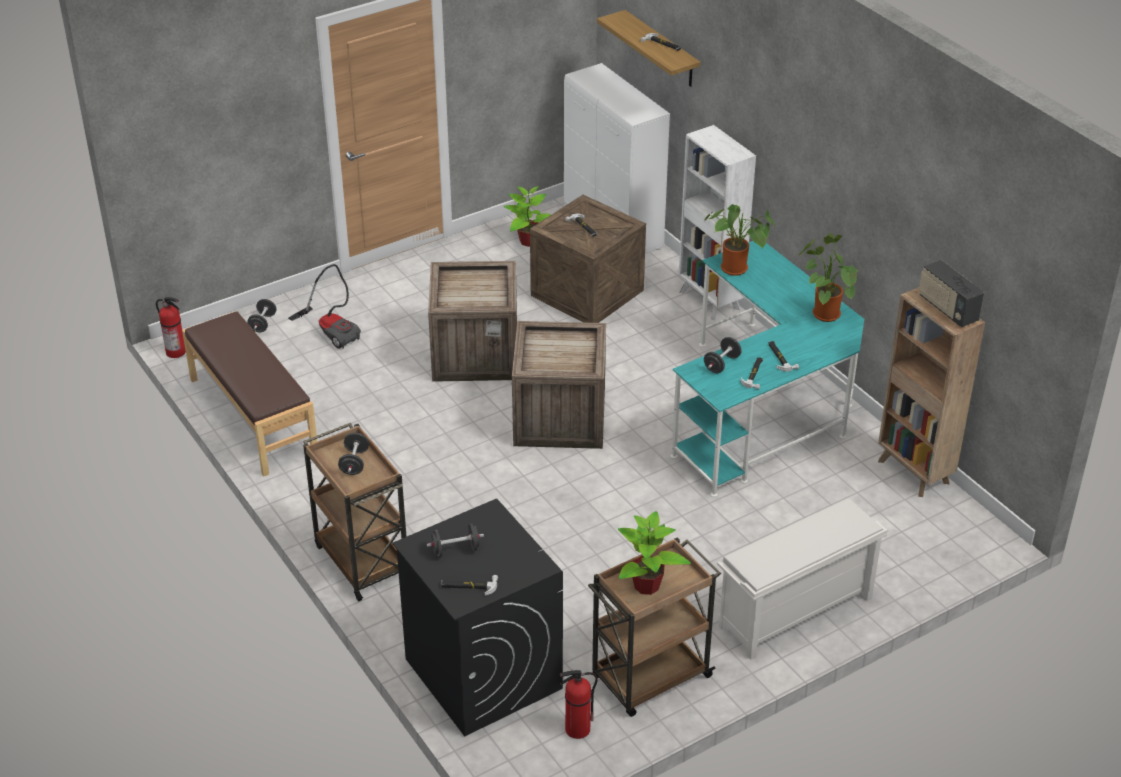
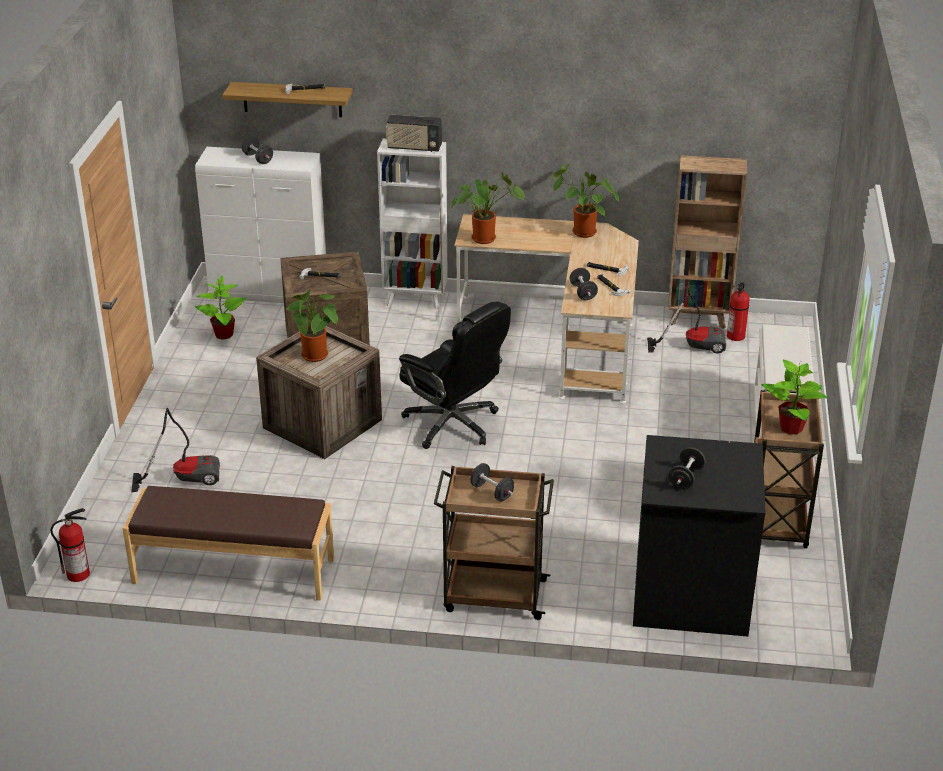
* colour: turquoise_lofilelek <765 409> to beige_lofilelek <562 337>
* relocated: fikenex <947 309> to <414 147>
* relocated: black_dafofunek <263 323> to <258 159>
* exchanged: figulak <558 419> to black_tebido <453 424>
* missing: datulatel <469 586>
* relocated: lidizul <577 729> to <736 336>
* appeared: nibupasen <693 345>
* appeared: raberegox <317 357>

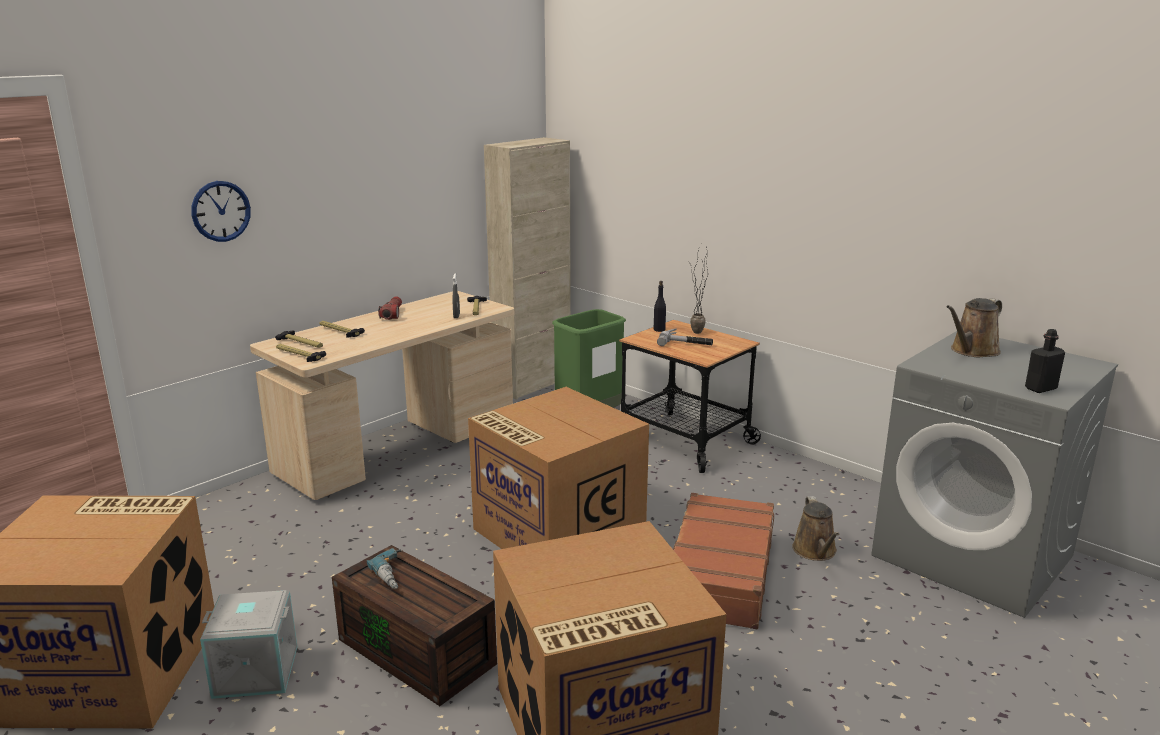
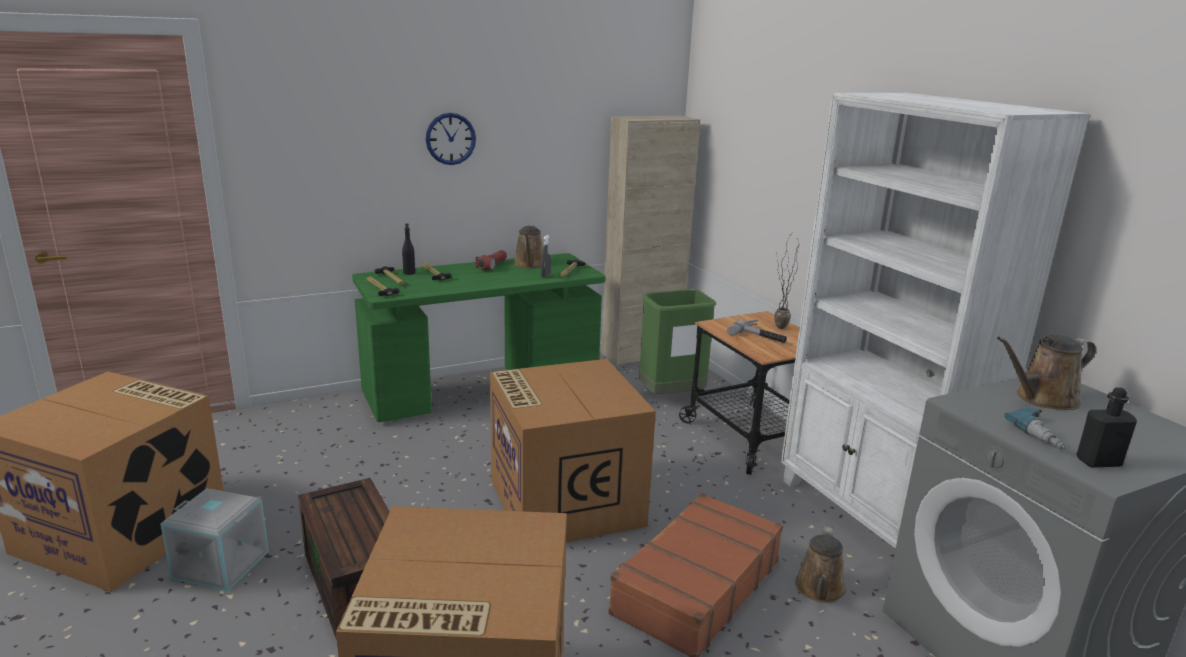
* relocated: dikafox <221 211> to <450 139>
* relocated: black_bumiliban <659 329> to <409 273>
* colour: beige_lofilelek <399 448> to green_lofilelek <482 390>
* relocated: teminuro <395 574> to <1043 435>
* appeared: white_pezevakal <871 517>
* appeared: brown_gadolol <529 264>

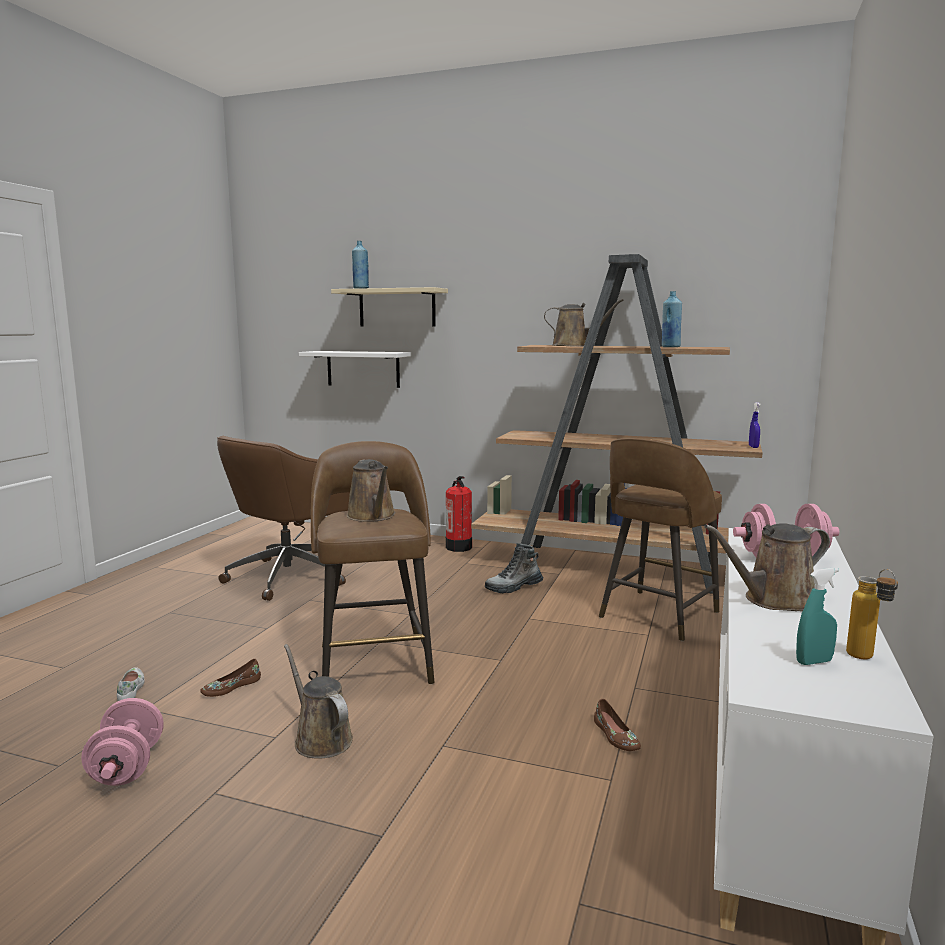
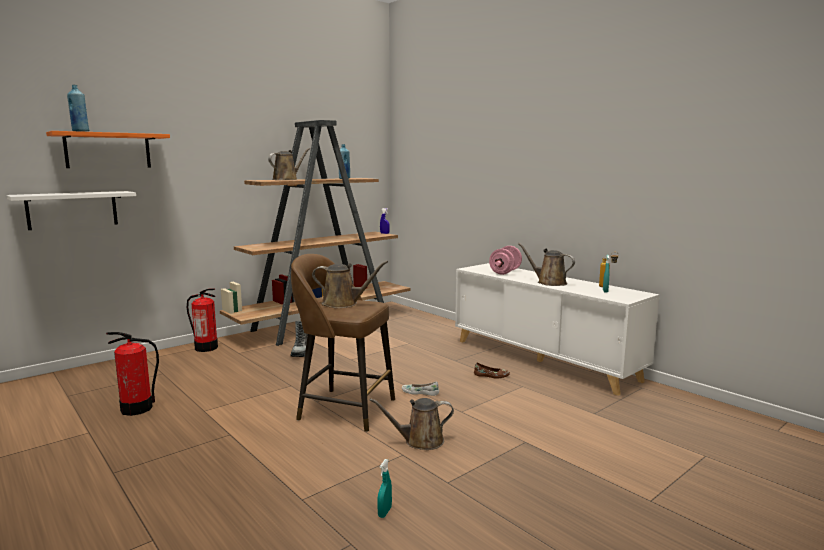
* colour: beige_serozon <397 308> to orange_serozon <108 150>
* exchanged: brown_tebido <291 576> to lidizul <137 409>
* missing: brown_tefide <657 616>
* spun: brown_gadolol <774 600> = <549 282> 120 degrees clockwise
* missing: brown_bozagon <231 687>
* relocated: white_bozagon <131 689> to <420 392>
* exchanged: pink_dafofunek <127 767> to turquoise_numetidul <384 512>

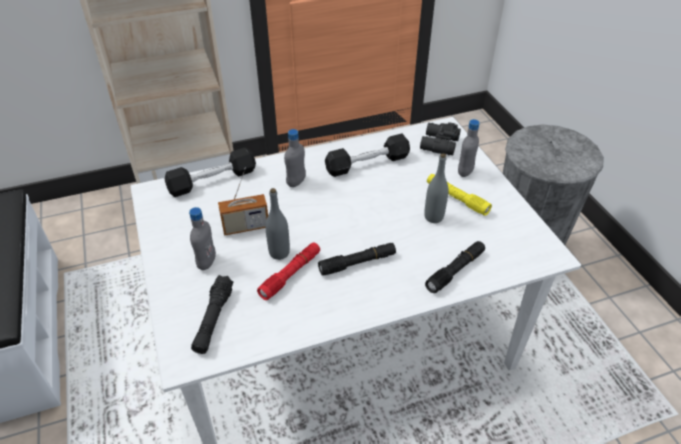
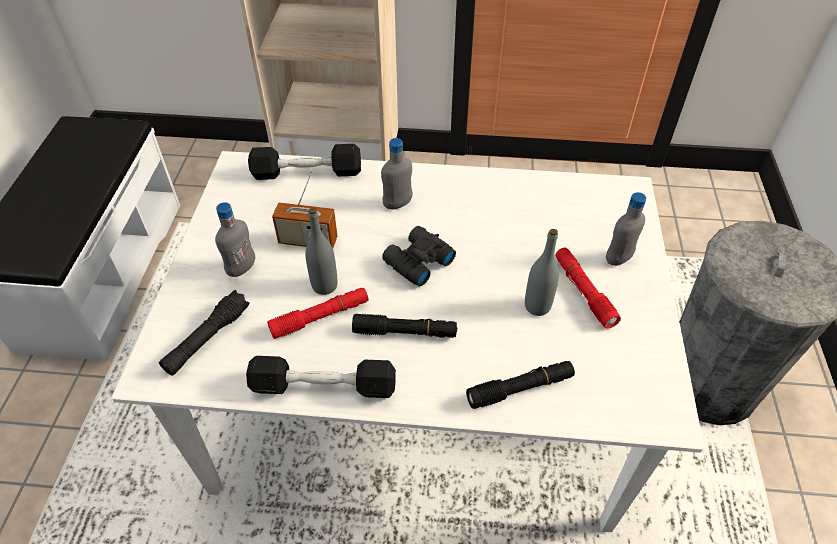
* relocated: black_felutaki <438 144> to <417 262>
* relocated: black_dafofunek <367 163> to <324 387>
* colour: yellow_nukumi <456 198> to red_nukumi <583 291>

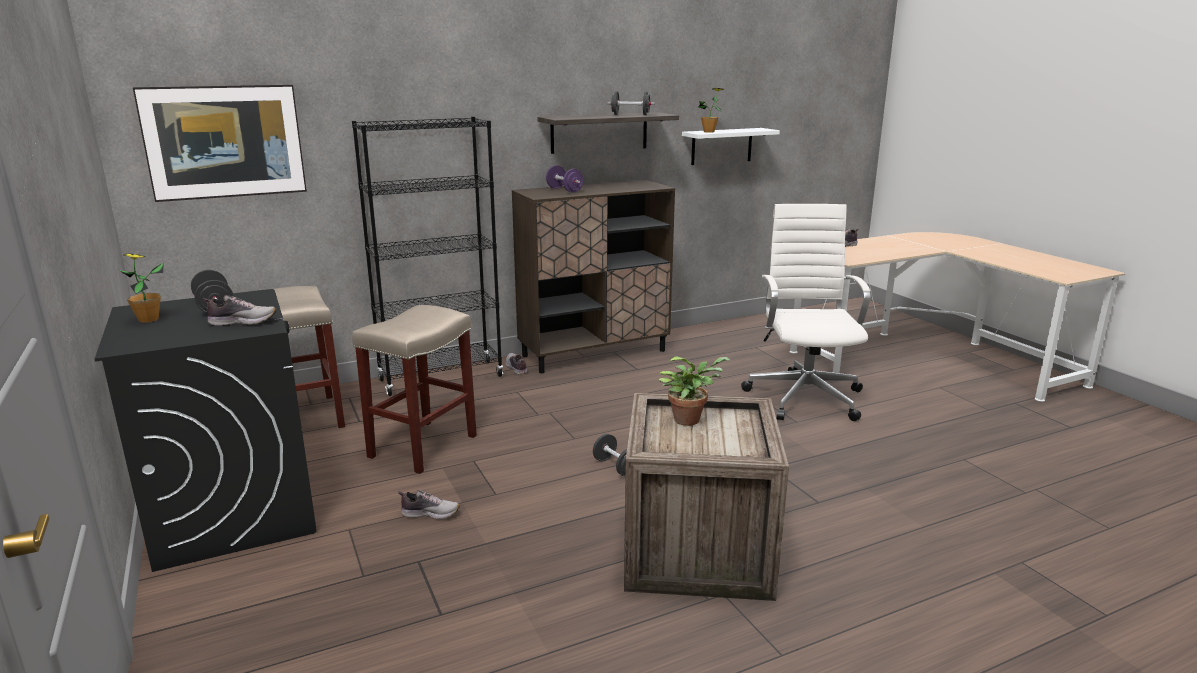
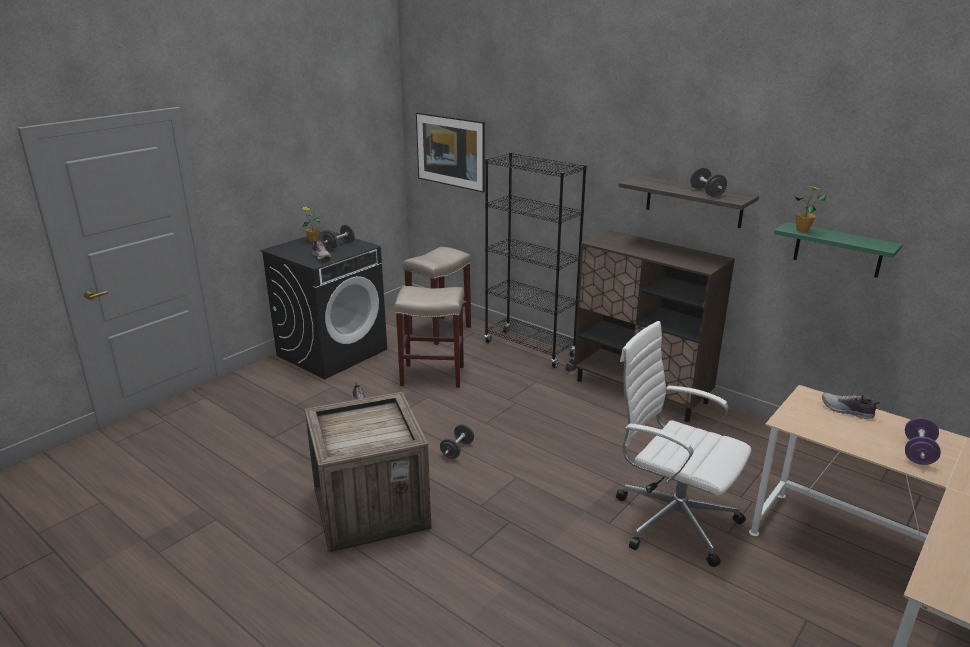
* colour: white_serozon <721 146> to green_serozon <838 250>
* relocated: purple_dafofunek <564 190> to <918 453>
* spun: white_tebido <804 396> = <672 519> 120 degrees counterclockwise
* missing: raberegox <689 419>

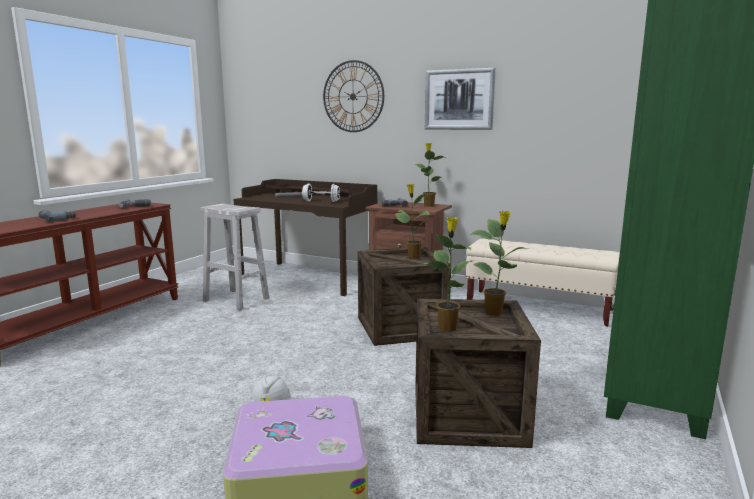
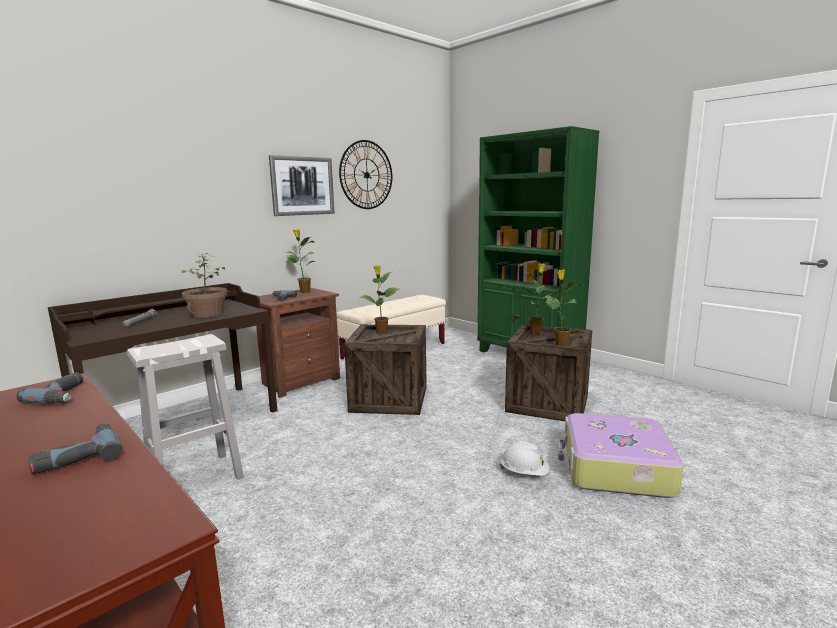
* relocated: dikafox <353 96> to <366 175>
* exchanged: white_dafofunek <321 201> to raberegox <207 314>

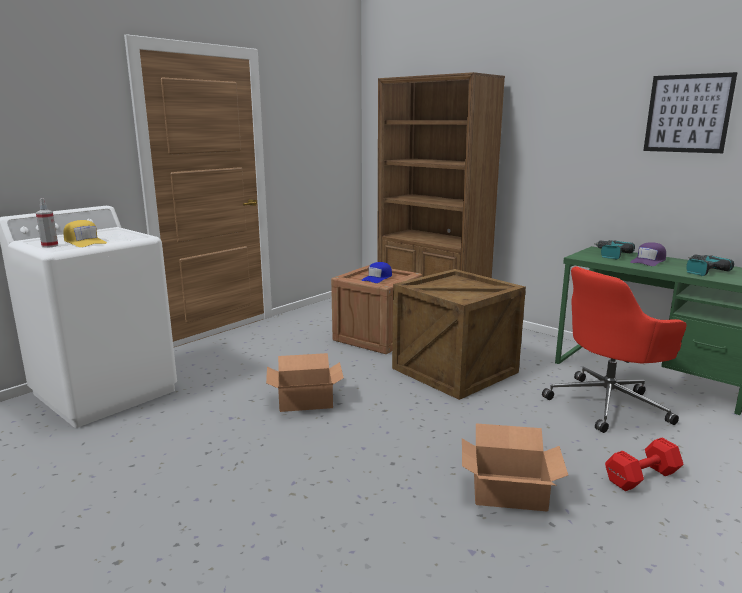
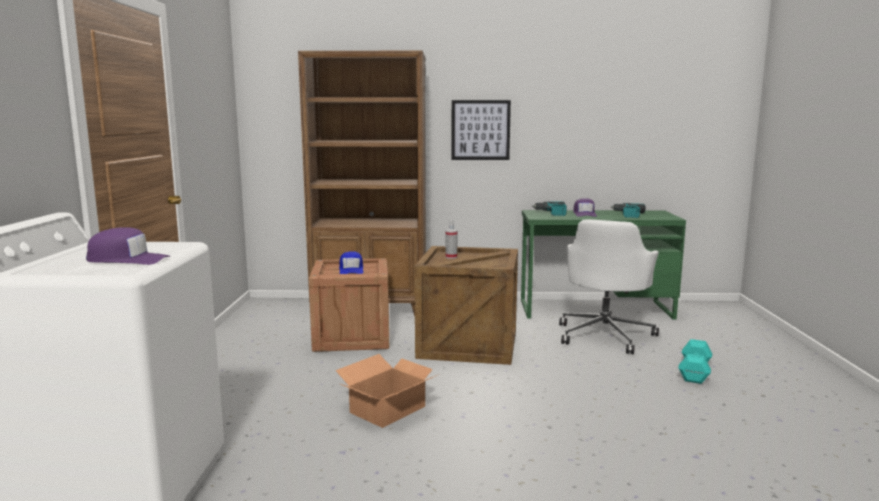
* relocated: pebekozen <687 113> to <480 130>
* relocated: numetidul <50 246> to <451 257>
* colour: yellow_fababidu <84 242> to purple_fababidu <128 260>
* colour: red_tebido <608 404> to white_tebido <605 335>
* missing: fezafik <508 490>
* colour: red_dafofunek <643 477> to turquoise_dafofunek <695 372>

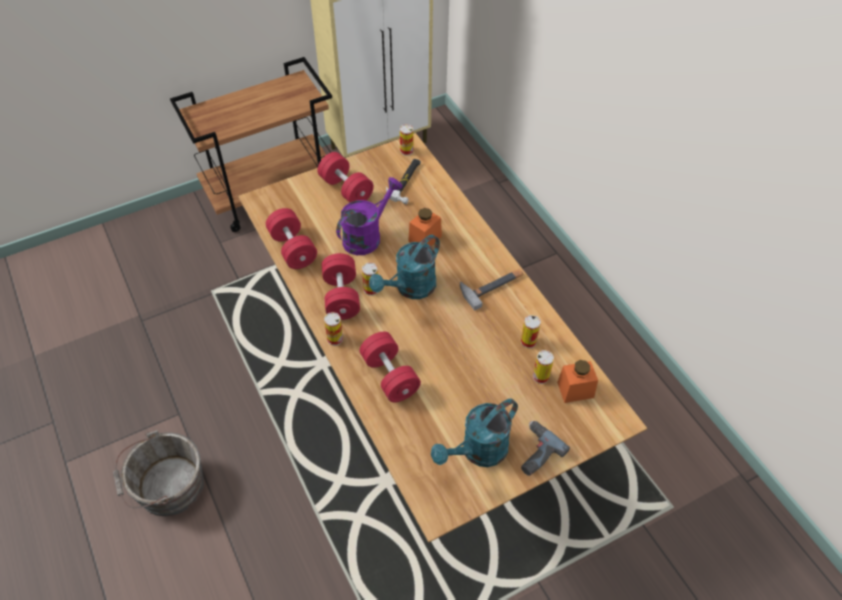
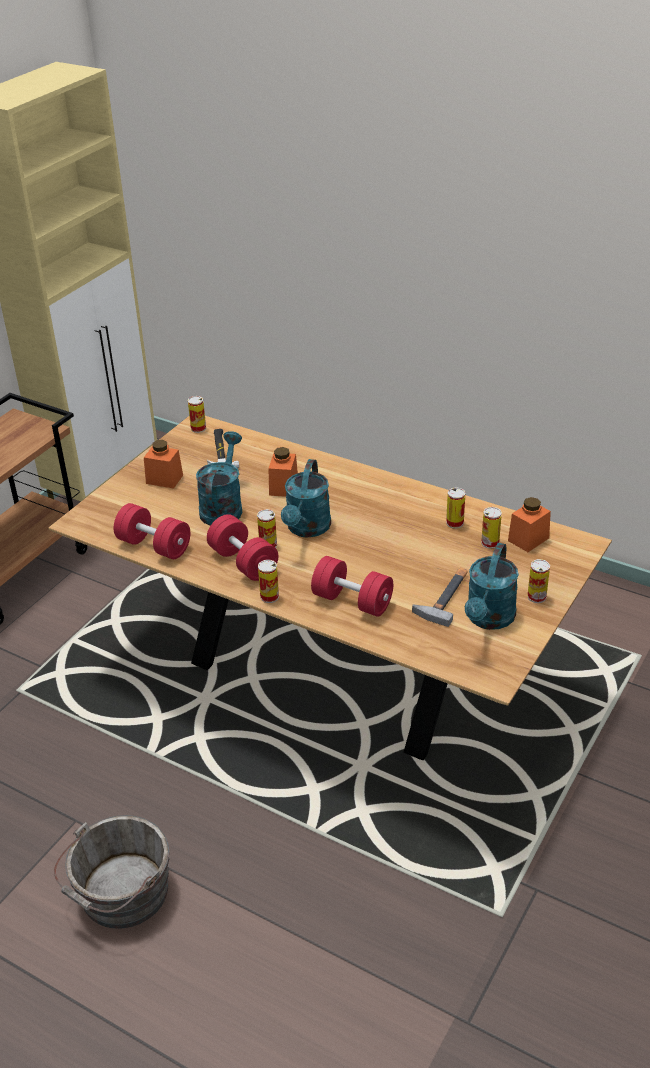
* exchanged: red_dafofunek <346 189> to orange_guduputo <164 479>
* colour: purple_gadolol <367 236> to turquoise_gadolol <223 507>
* relocated: datulatel <492 285> to <445 596>
* exchanged: teminuro <534 451> to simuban <536 597>

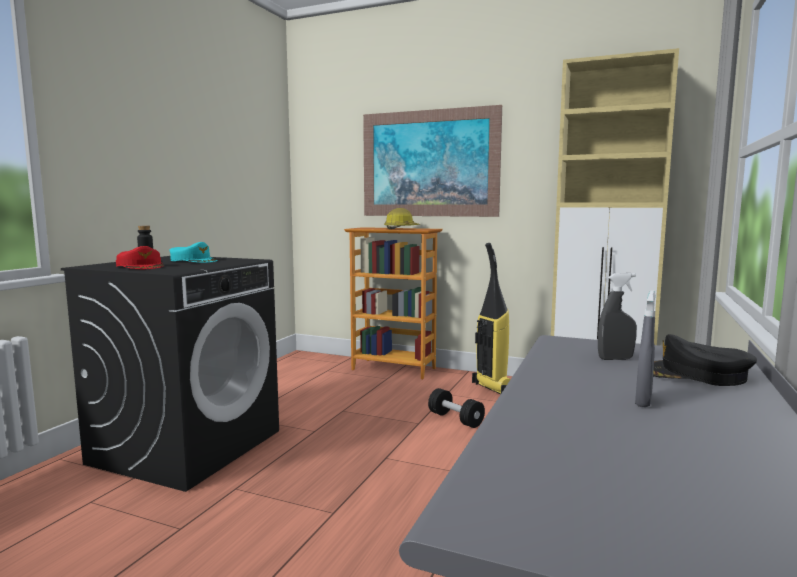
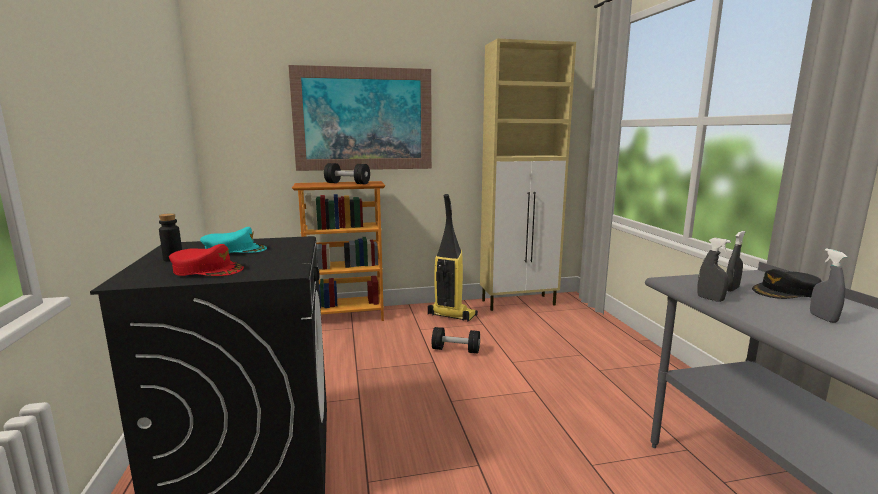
* exchanged: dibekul <401 228> to black_dafofunek <347 183>
* appeared: grey_numetidul <710 299>

